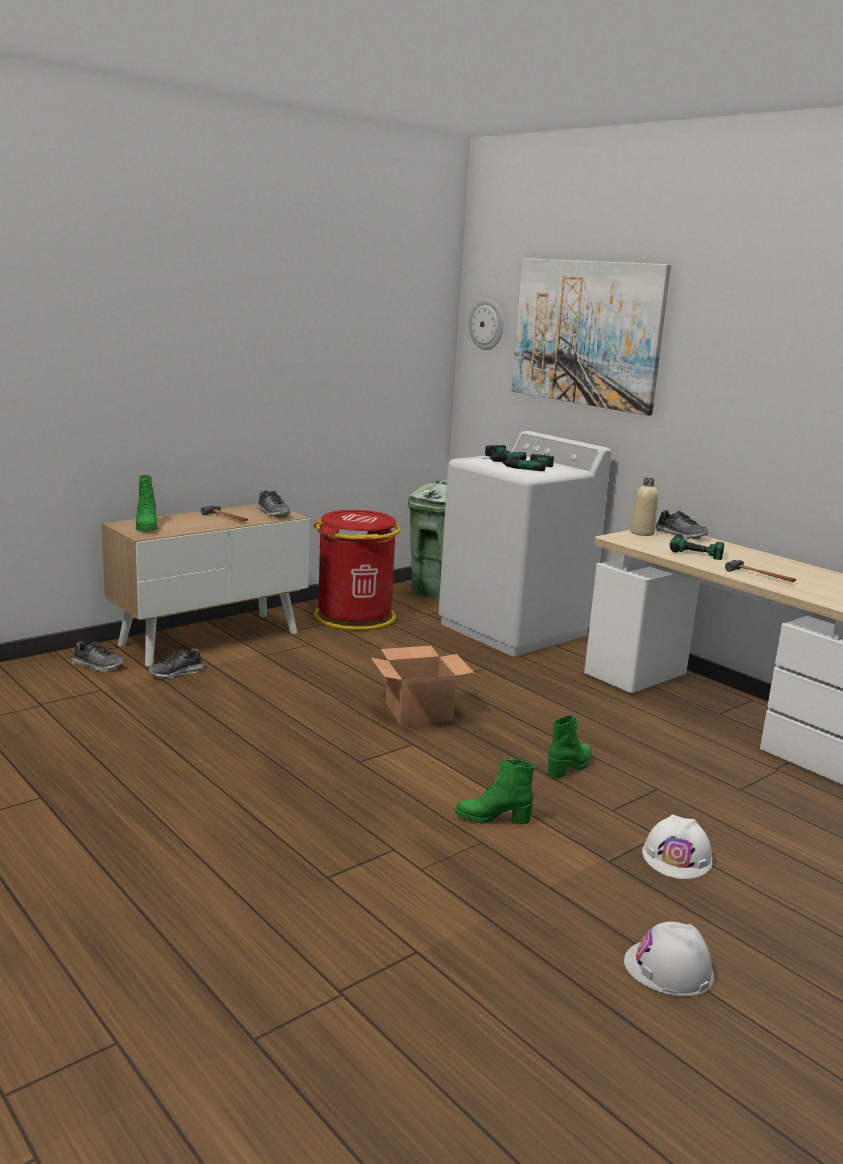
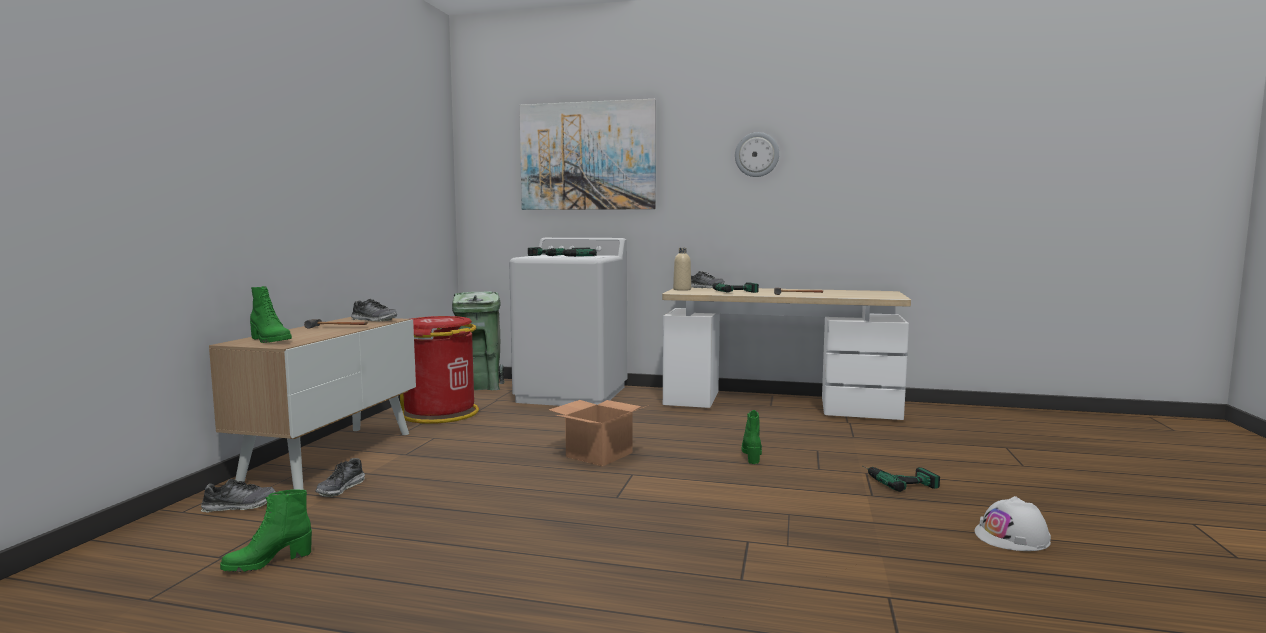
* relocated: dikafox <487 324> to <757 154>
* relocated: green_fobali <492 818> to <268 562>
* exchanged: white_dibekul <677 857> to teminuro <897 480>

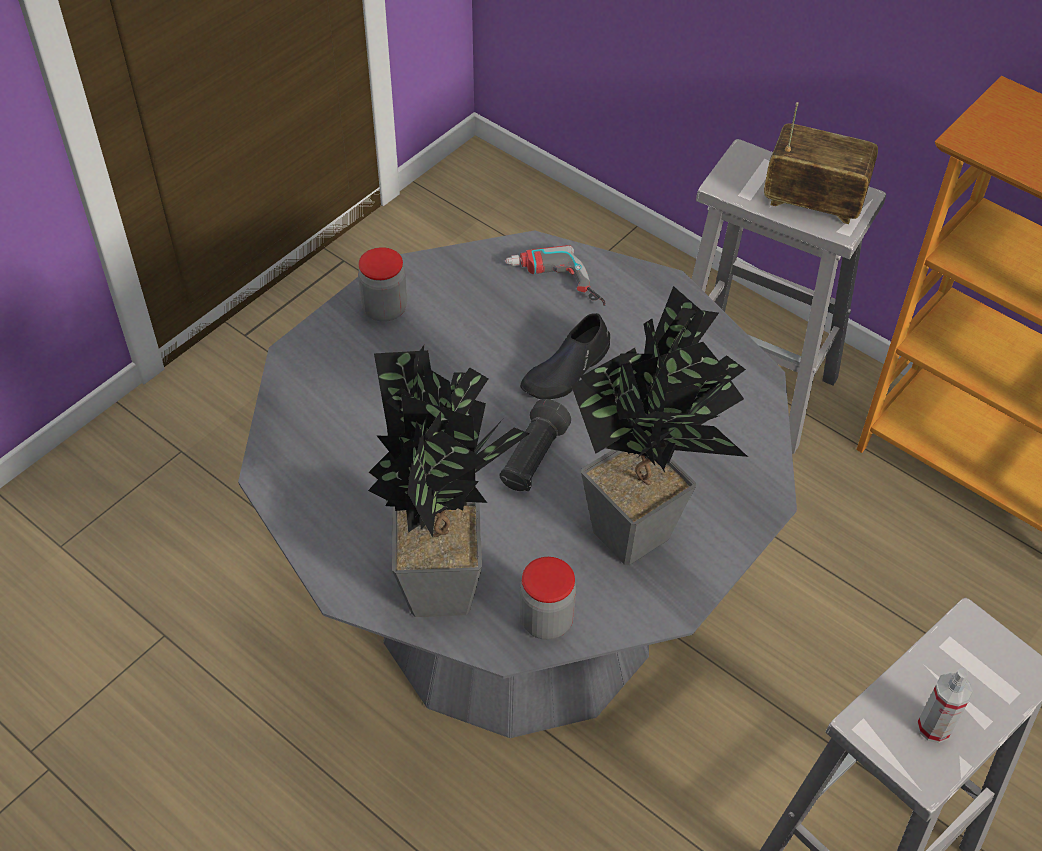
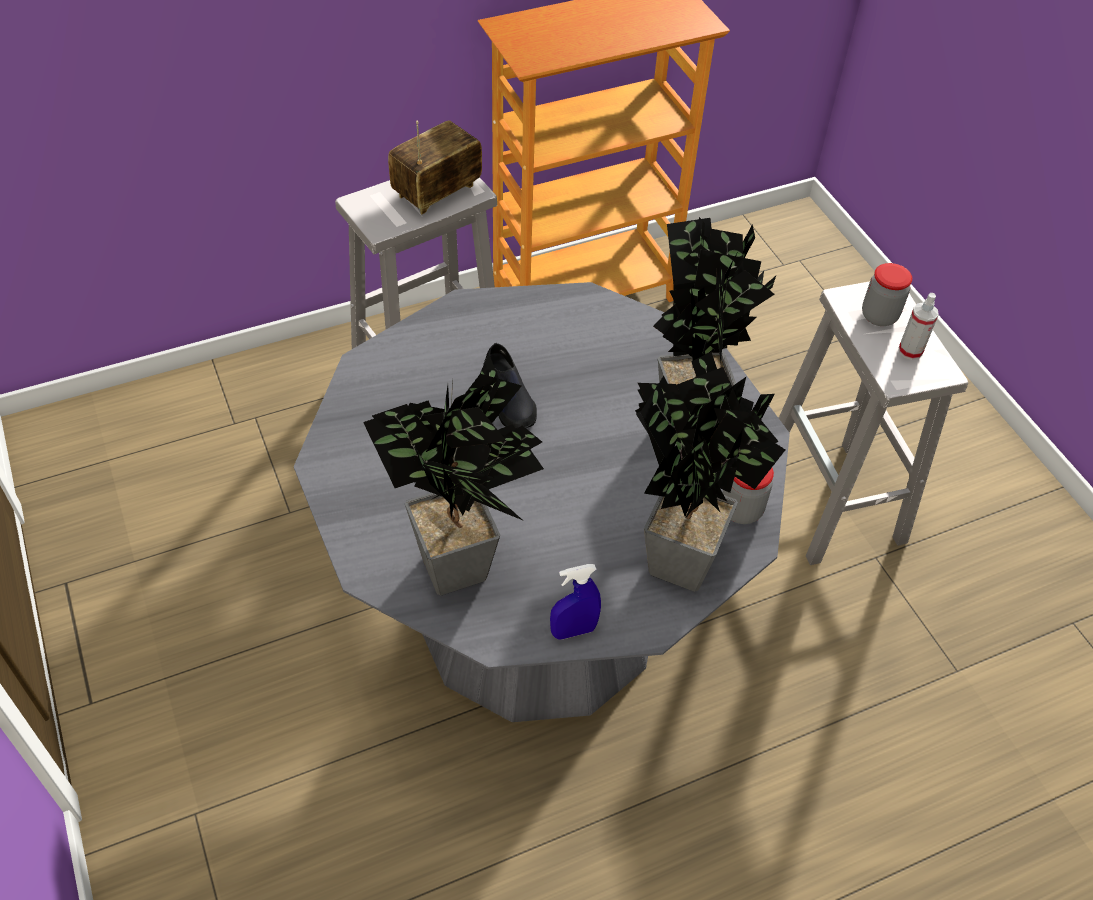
* missing: teminuro <553 286>
* relocated: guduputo <385 309> to <879 316>
* missing: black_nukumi <532 459>
* appeared: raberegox <467 570>
* appeared: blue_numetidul <573 631>

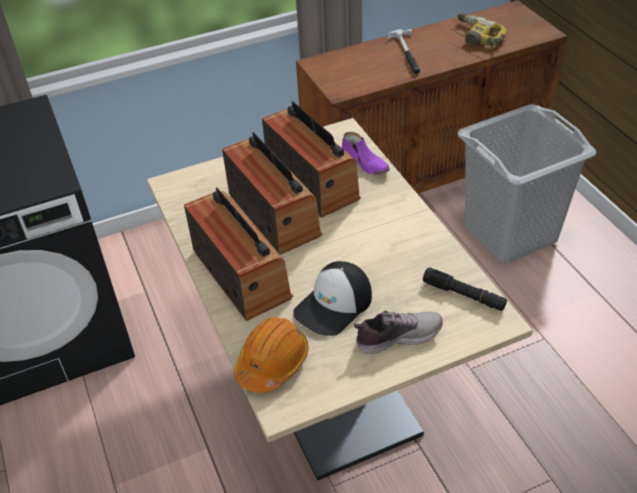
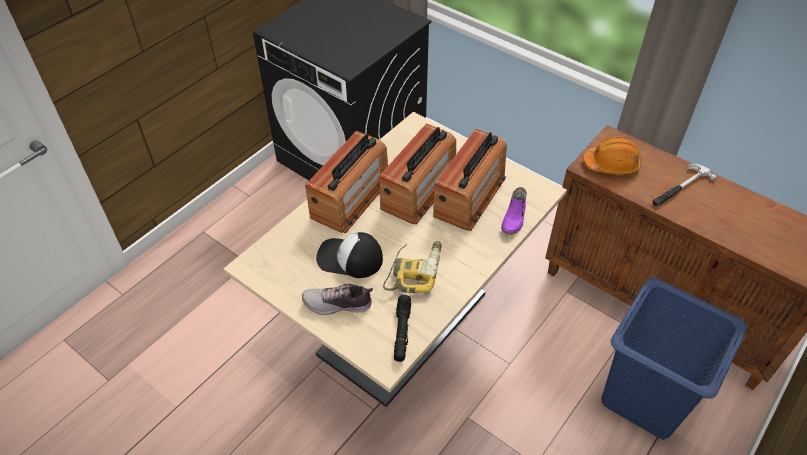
* relocated: teminuro <475 37> to <414 270>
* colour: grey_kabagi <511 234> to blue_kabagi <645 397>
* spun: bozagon <397 336> = <338 305> 135 degrees clockwise
* relocated: orange_dibekul <272 362> to <611 164>

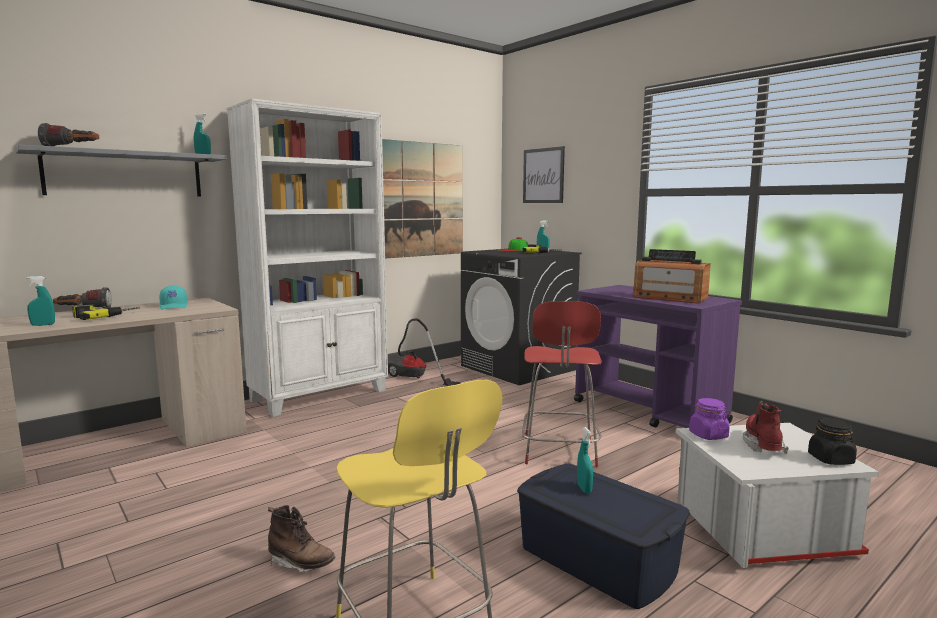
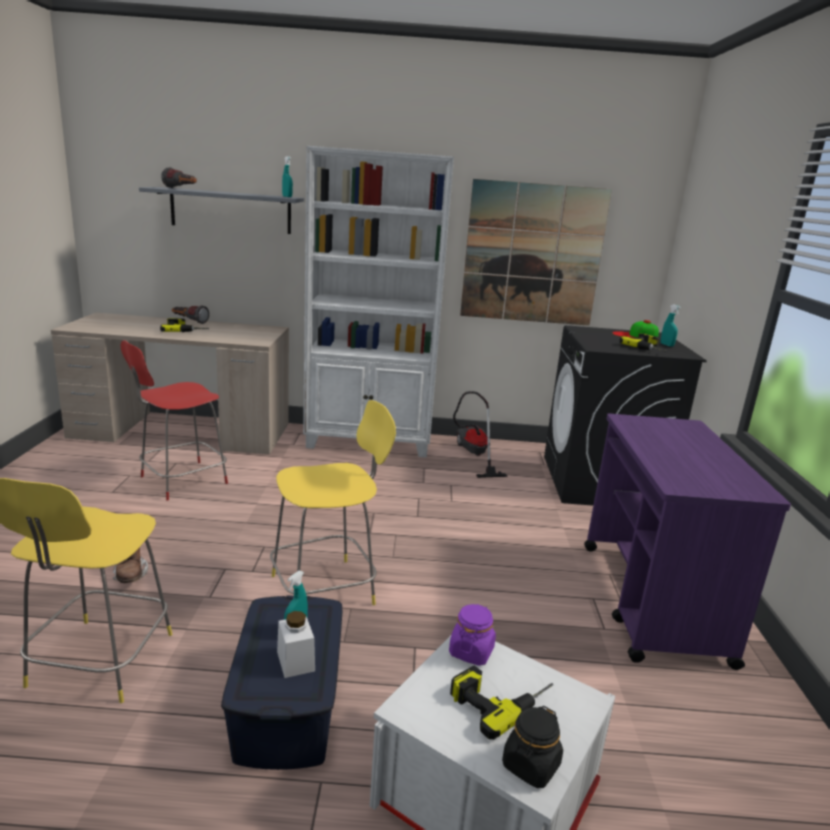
* missing: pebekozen <543 175>
* missing: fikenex <669 298>
* missing: turquoise_numetidul <43 325>
* missing: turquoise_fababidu <174 306>
* relocated: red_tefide <559 452> to <181 481>
* exchanged: red_fobali <762 445> to teminuro <499 698>
* appeared: yellow_tefide <326 589>
* appeared: white_guduputo <295 661>

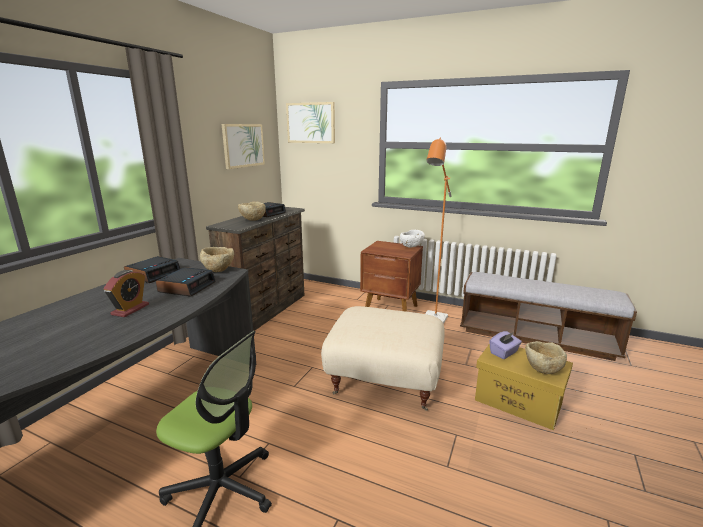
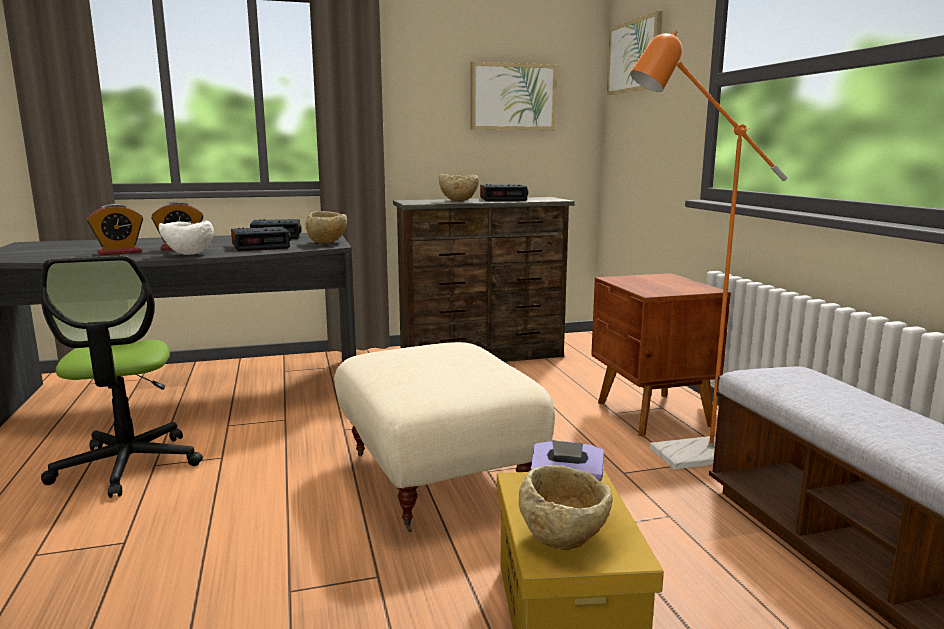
* relocated: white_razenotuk <411 247> to <188 255>
* appeared: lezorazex <119 252>

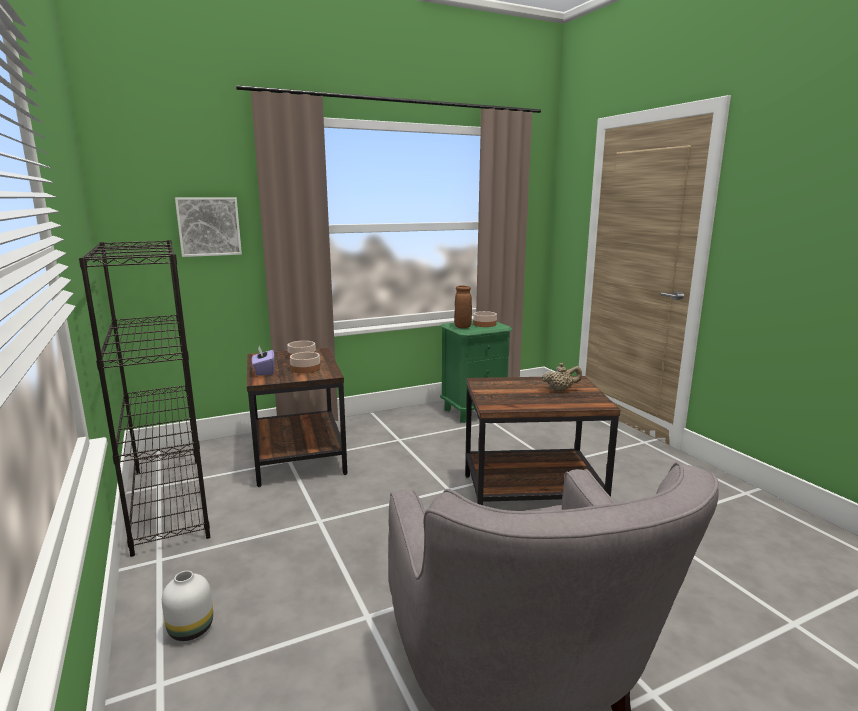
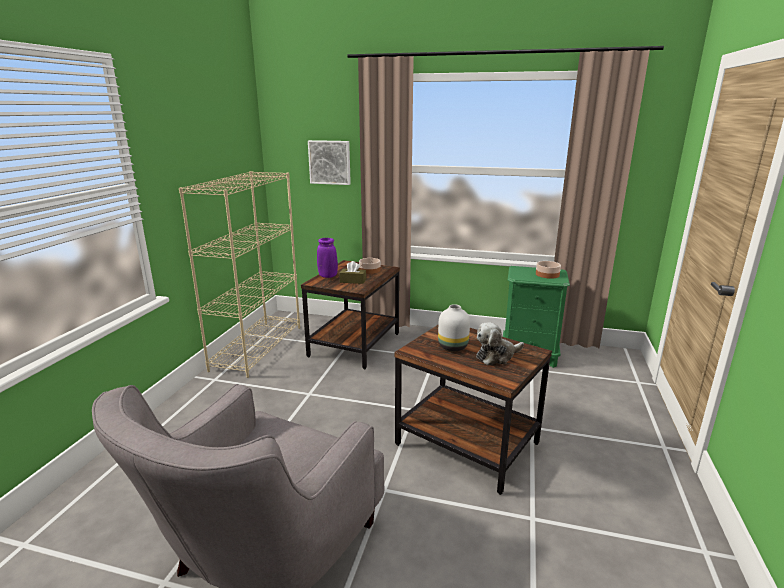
* colour: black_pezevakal <168 501> to beige_pezevakal <257 347>
* missing: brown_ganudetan <462 327>
* exchanged: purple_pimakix <264 371> to purple_ganudetan <327 276>
* exchanged: razenotuk <305 369> to brown_pimakix <353 281>
* exchanged: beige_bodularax <560 390> to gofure <496 356>
* relocated: white_ganudetan <192 628> to <453 346>

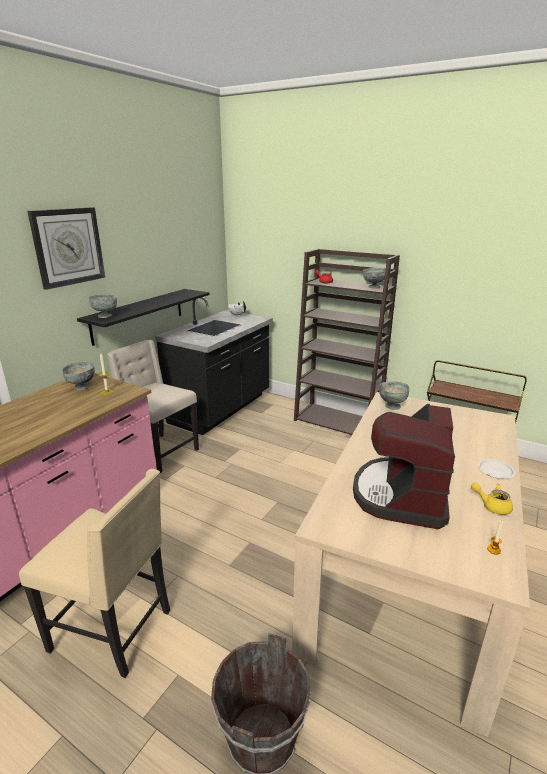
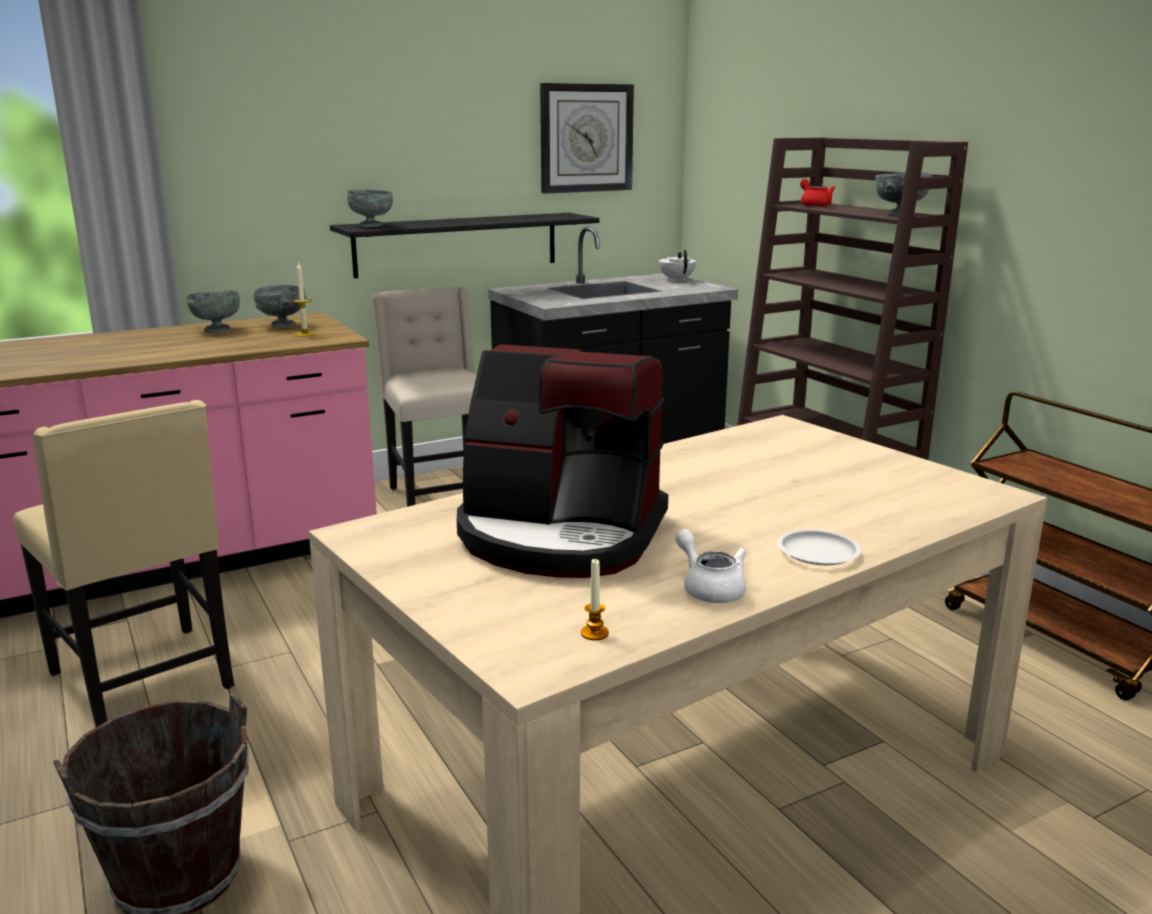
* relocated: dikafox <68 247> to <586 138>
* relocated: grey_razenotuk <392 406> to <217 330>
* spun: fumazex <401 495> = <560 535> 120 degrees counterclockwise
* colour: yellow_bodularax <492 505> to white_bodularax <709 588>

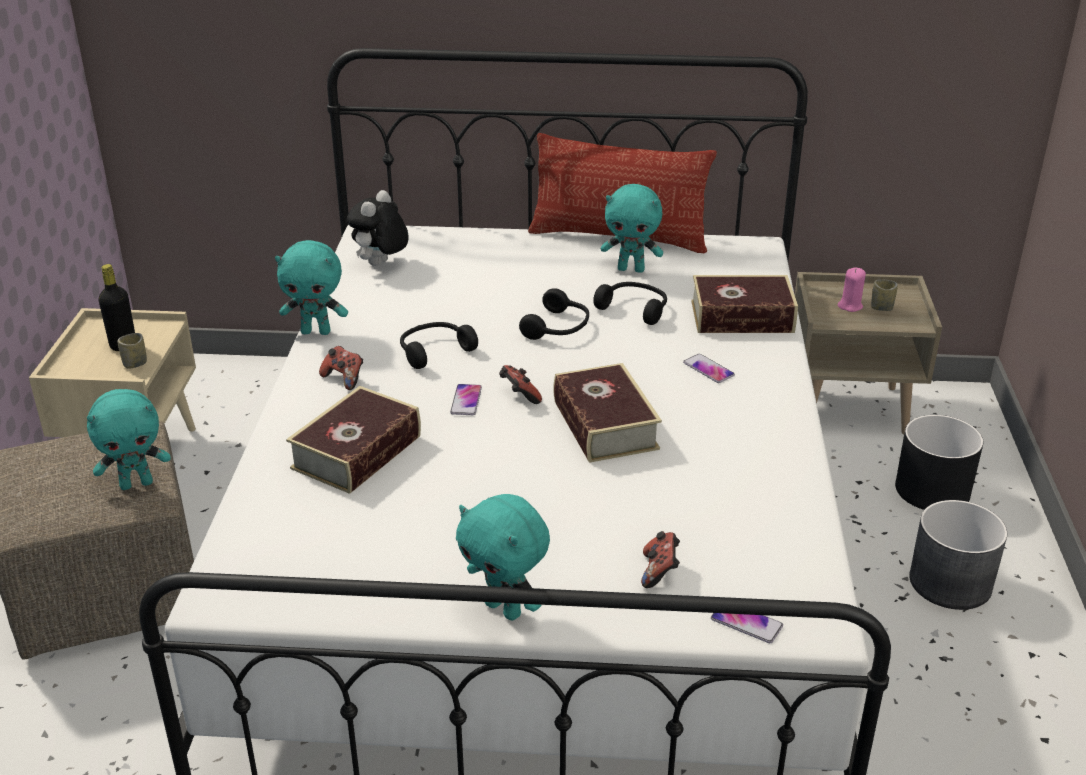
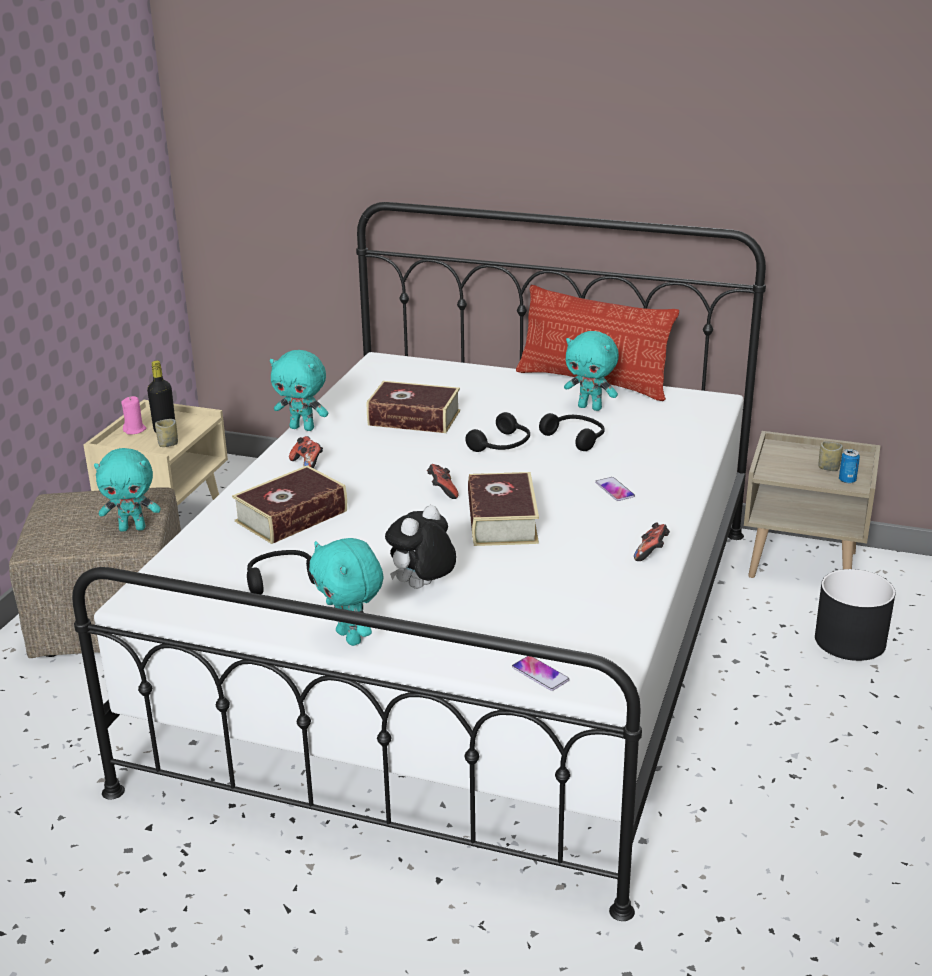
* relocated: gofure <380 265> to <422 588>
* relocated: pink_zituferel <850 306> to <135 430>
* relocated: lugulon <742 317> to <414 418>
* relocated: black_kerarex <434 351> to <282 579>
* missing: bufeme <466 400>
* missing: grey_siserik <951 583>
* relocated: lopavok <659 572> to <651 554>
* appeared: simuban <847 480>

